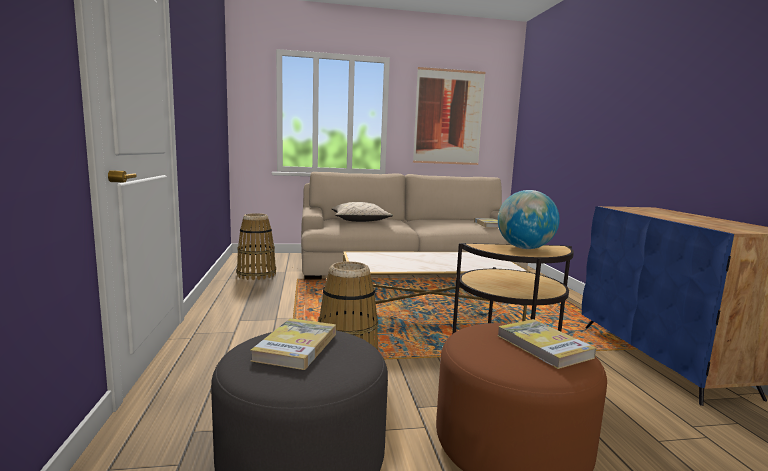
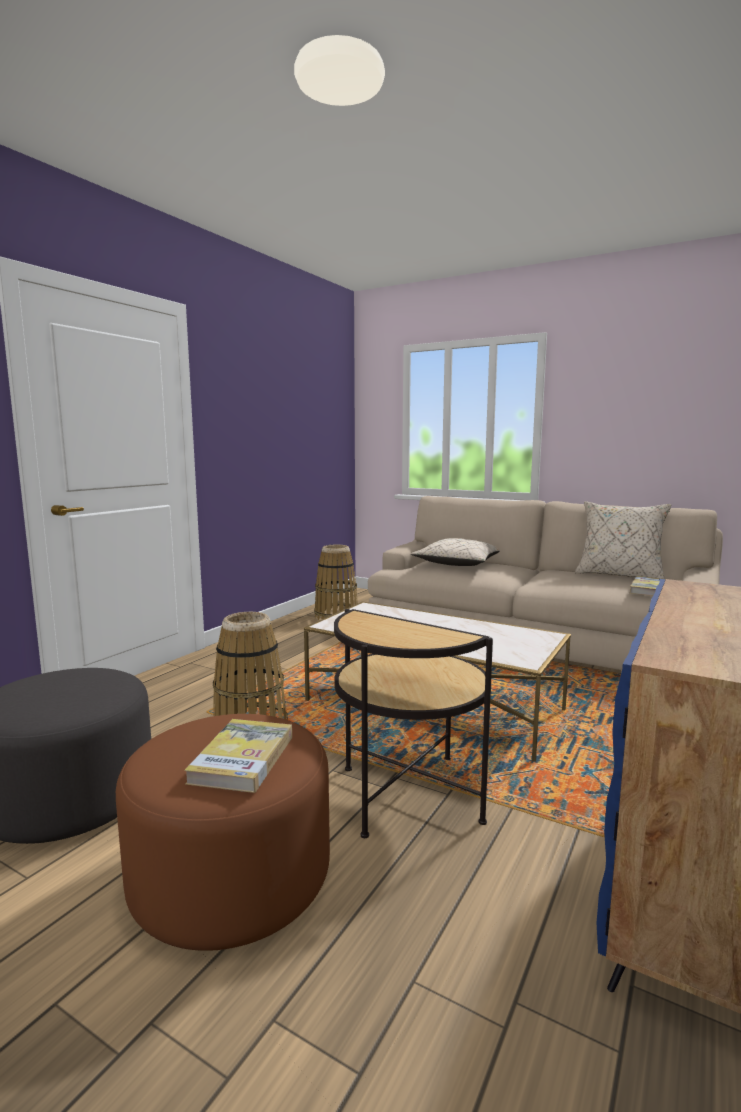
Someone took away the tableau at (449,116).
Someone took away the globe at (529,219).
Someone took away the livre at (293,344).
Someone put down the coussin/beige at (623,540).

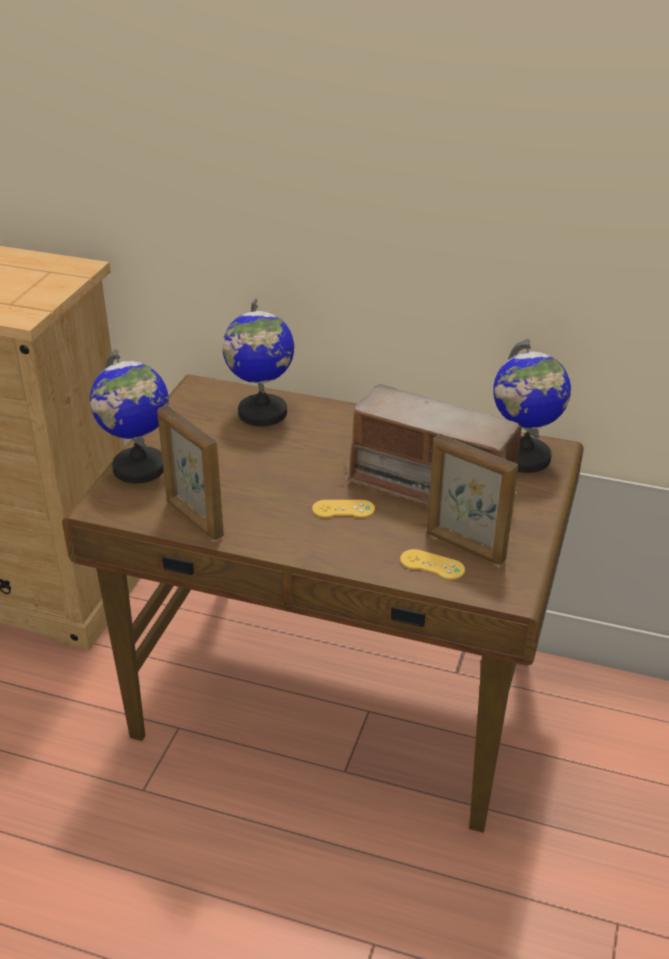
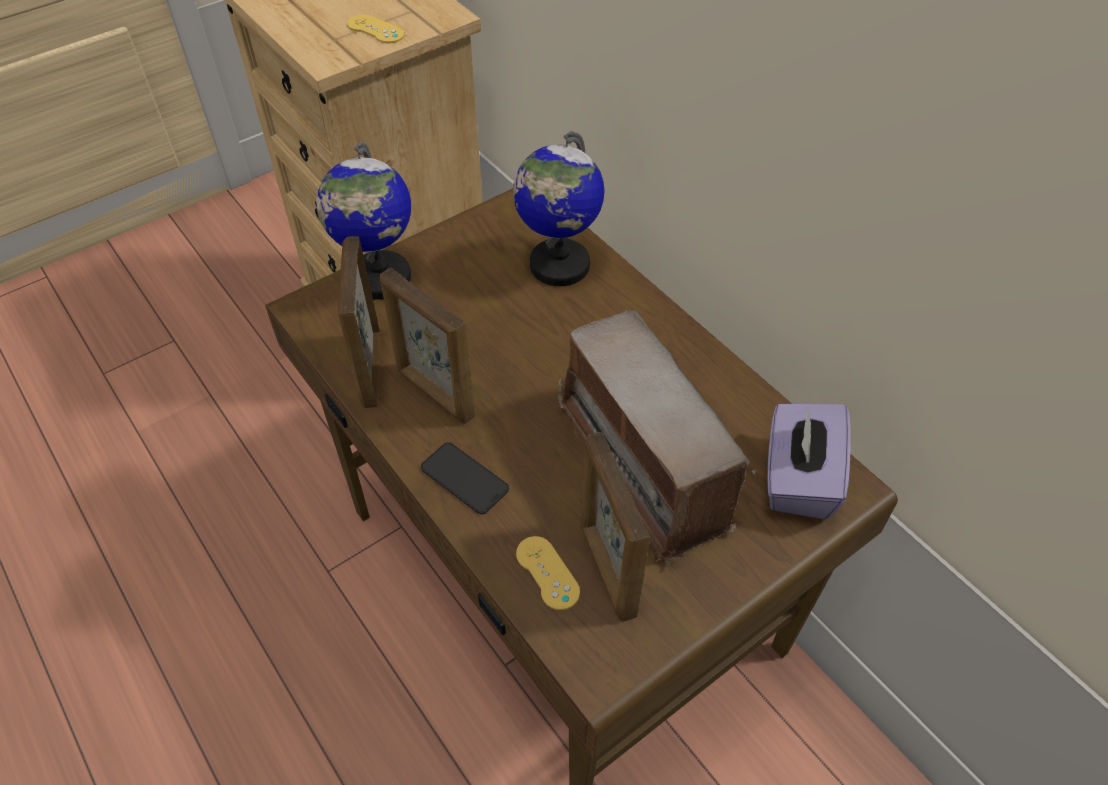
Someone swapped the globe at (532,406) for the boîte à mouchoirs/violet at (809,461).
Someone carried the manette/jaune from (343,509) to (376,28).
Someone put down the cadre photo at (427,346).
Someone put down the téléphone at (465,478).

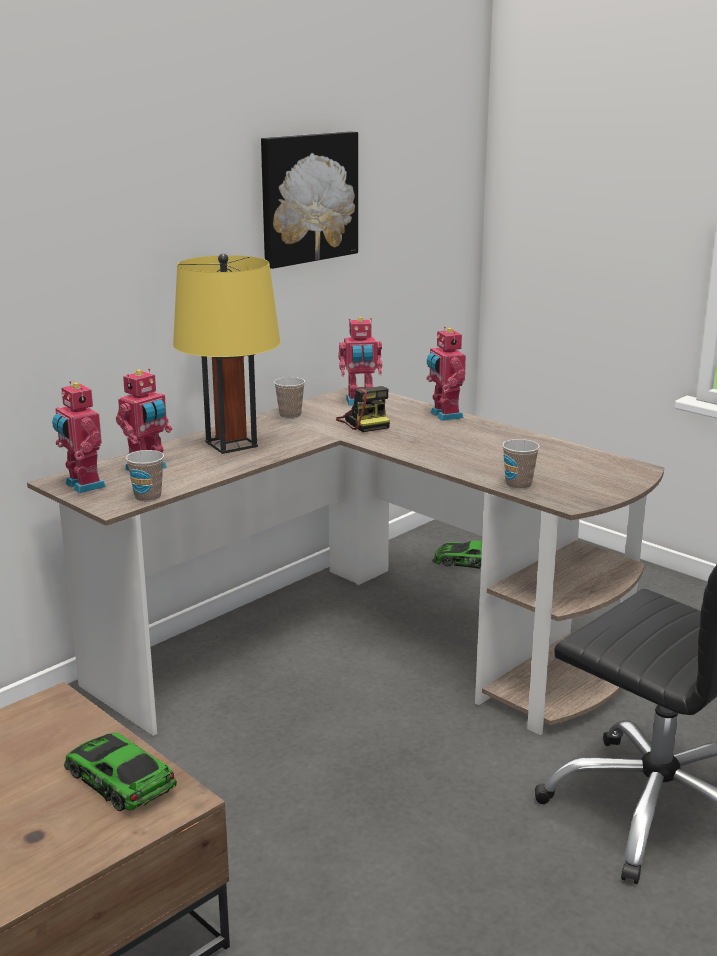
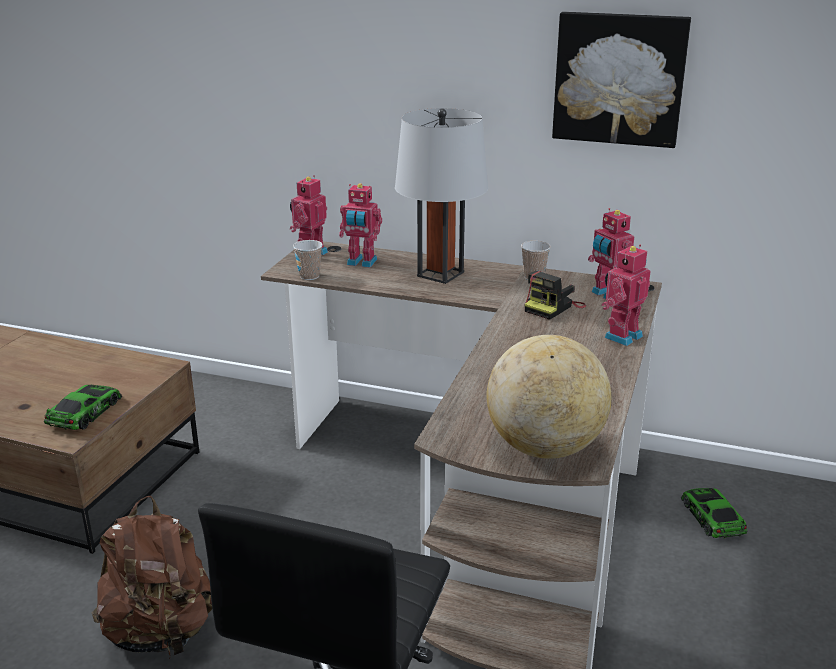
Someone repainted the lampe de table/jaune at (226,353), which became the lampe de table/gris at (441,196).
Someone took away the tasse at (521,464).
Someone put down the globe at (548,397).
Someone put down the sac à dos/marron at (152,575).

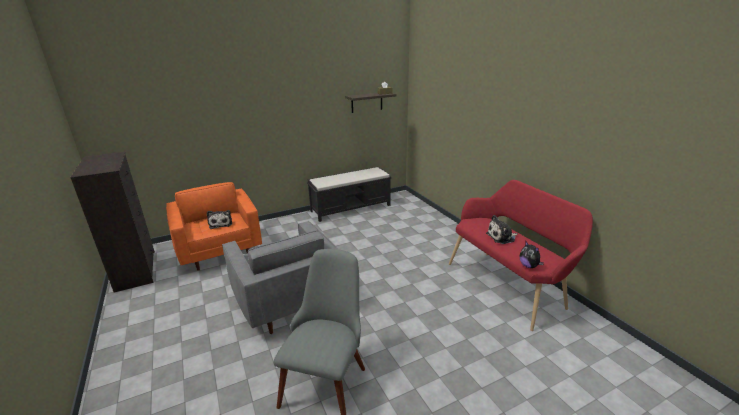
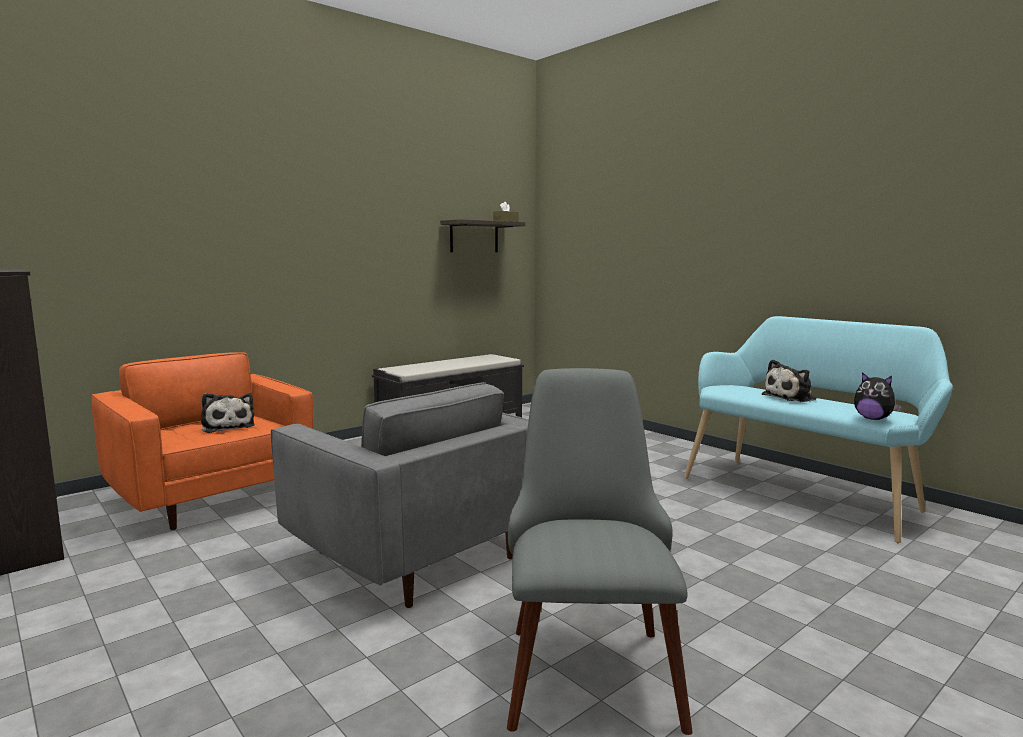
Someone repainted the banc/rouge at (521,255), which became the banc/turquoise at (818,429).

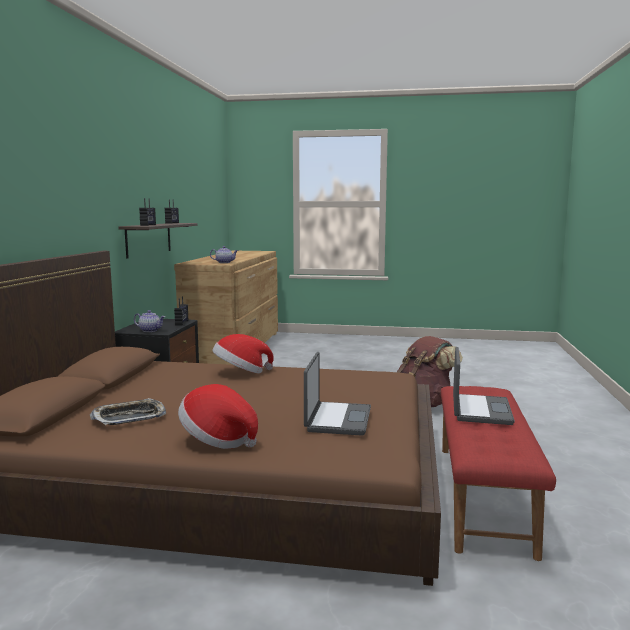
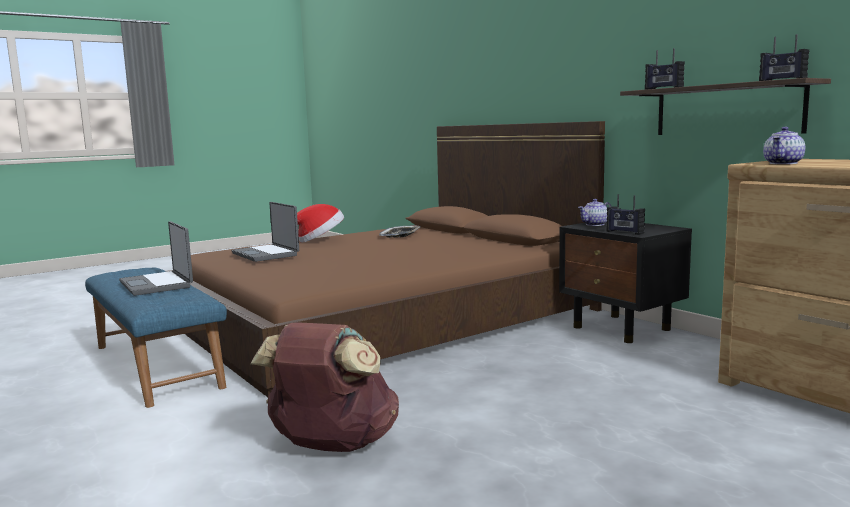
Someone took away the chapeau at (243,354).
Someone repainted the banc/rouge at (498,473), which became the banc/bleu at (156,338).

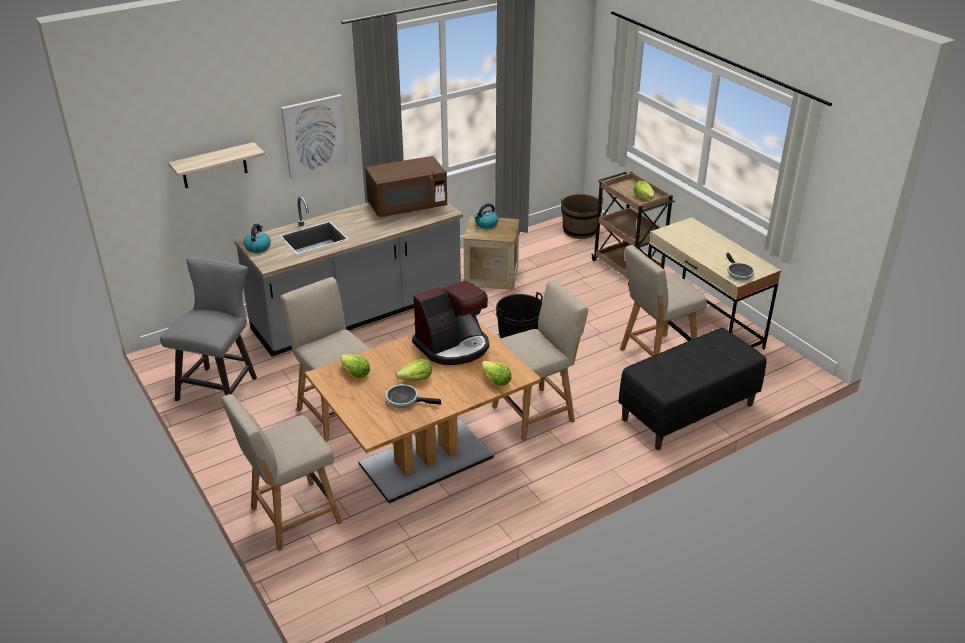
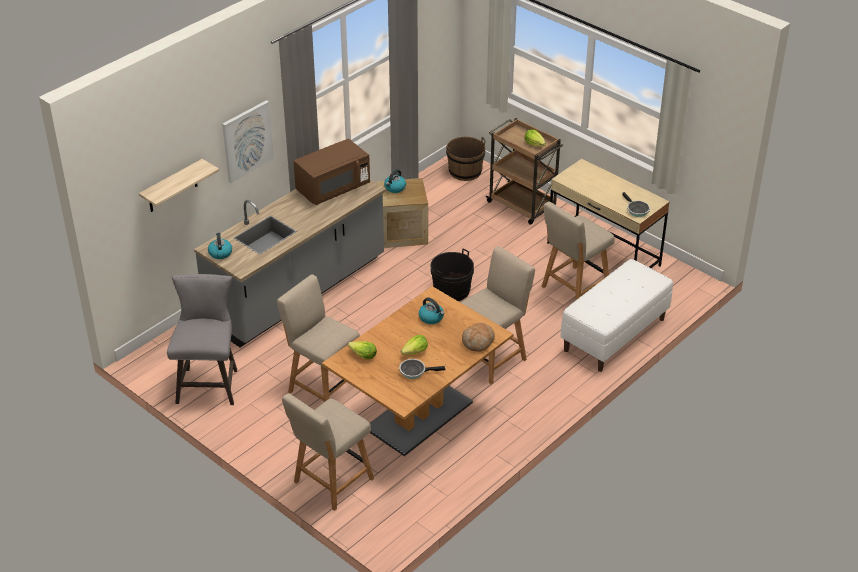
Someone swapped the machine à café at (450,323) for the bouilloire at (431,310).
Someone repainted the banc/noir at (693,389), which became the banc/blanc at (616,315).
Someone swapped the laitue at (497,373) for the pain at (478,337).

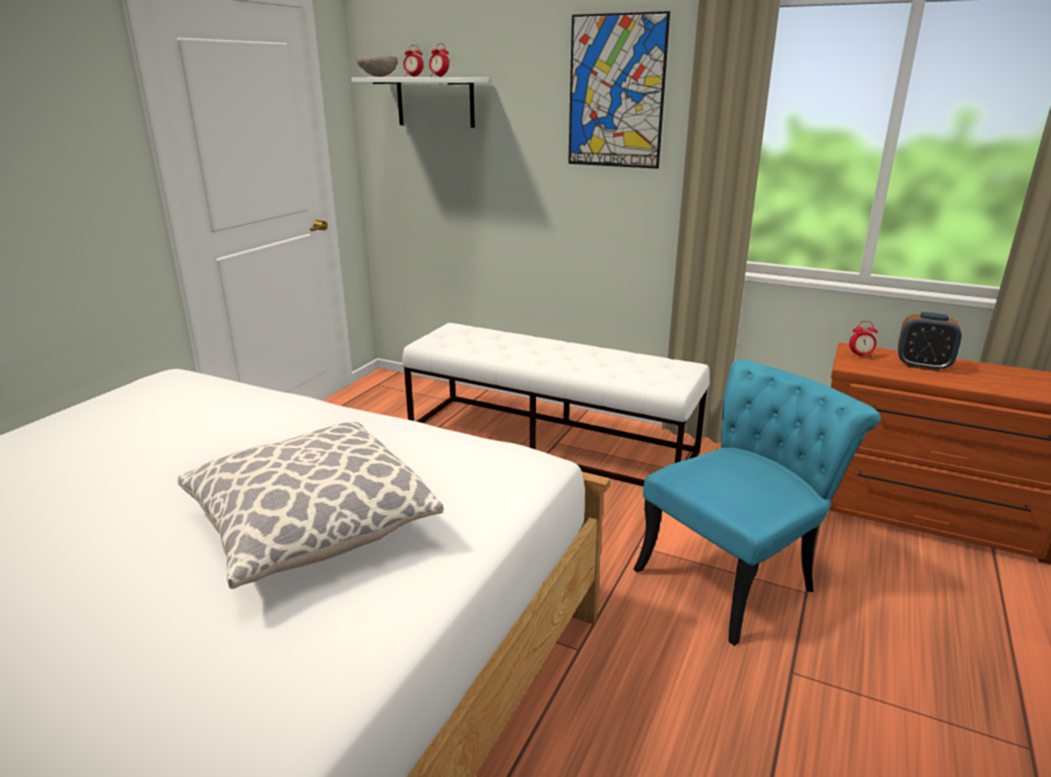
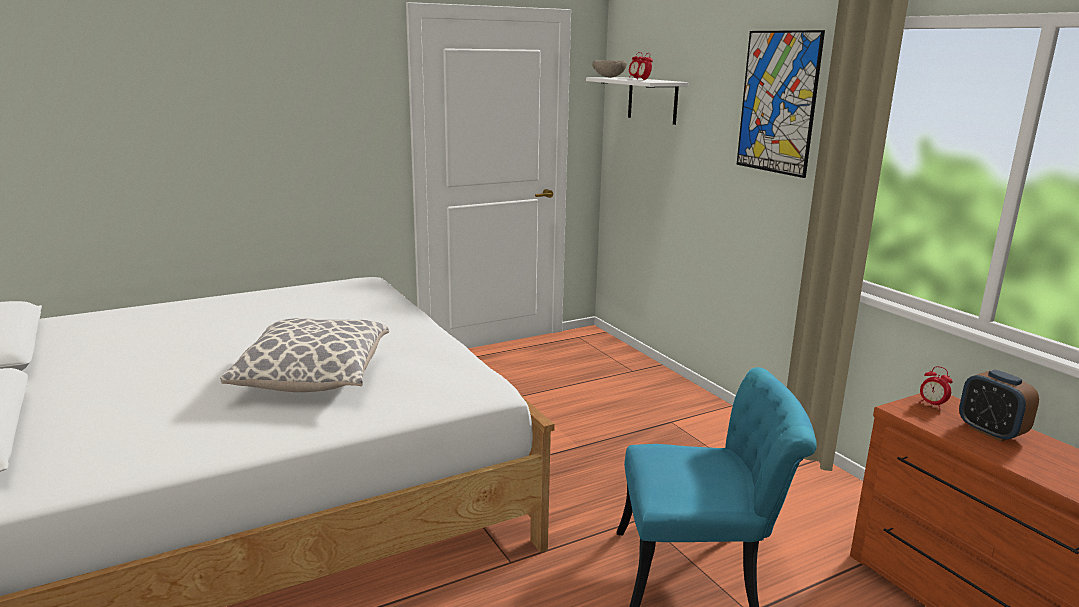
Someone took away the banc/blanc at (556,404).

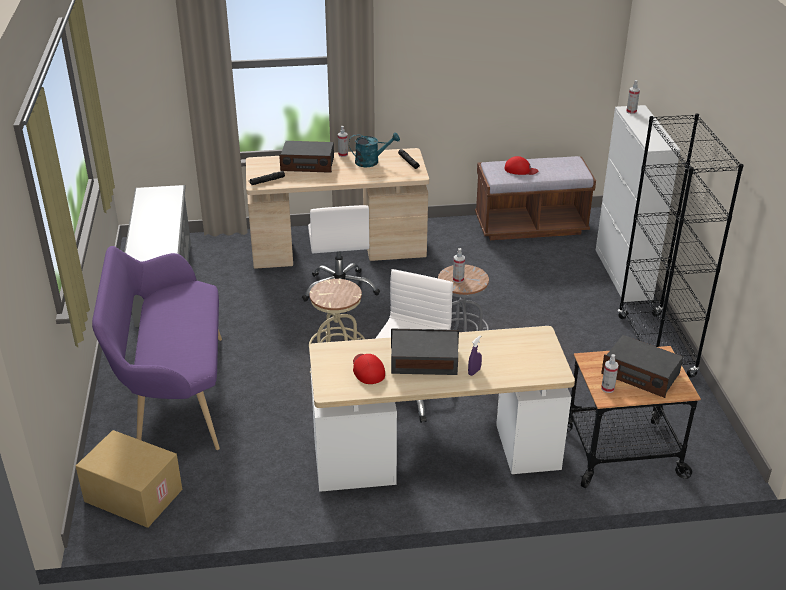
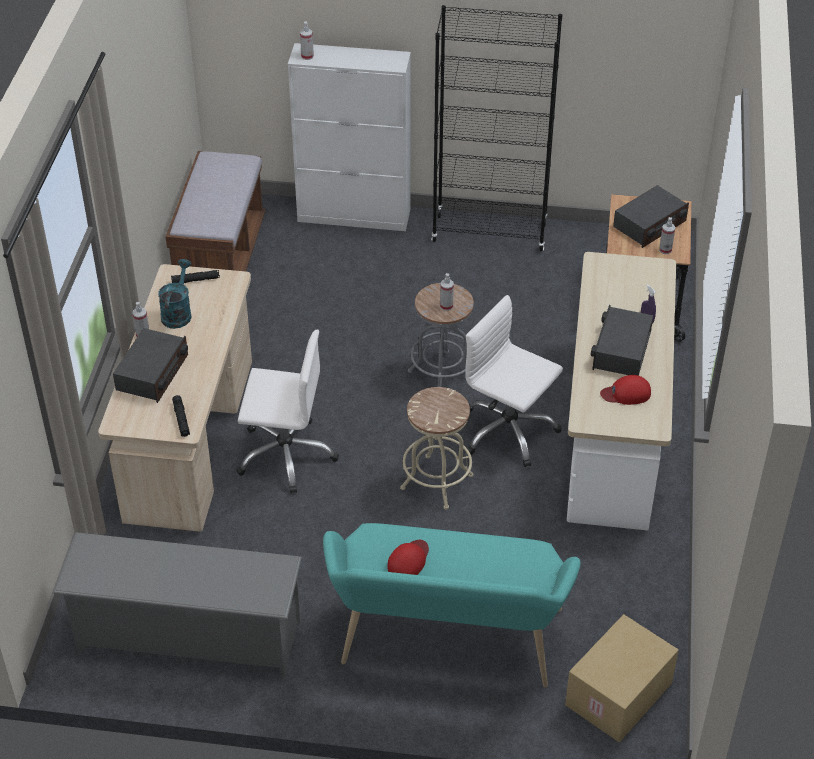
Someone carried the casquette/rouge from (521,165) to (408,557).
Someone repainted the banc/violet at (157,348), which became the banc/turquoise at (452,605).

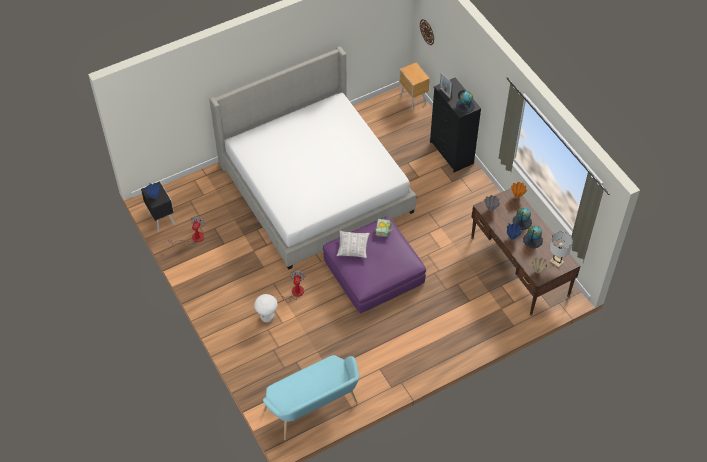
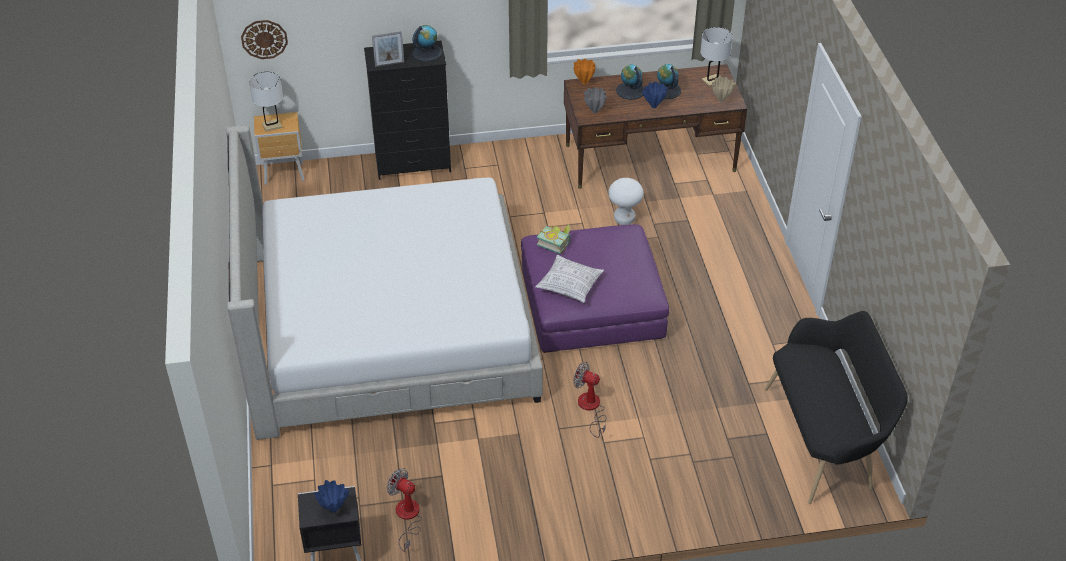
Someone carried the tabouret/blanc from (266,308) to (626,201).
Someone repainted the banc/turquoise at (311,397), which became the banc/noir at (836,407).
Someone put down the lampe de table/blanc at (266,102).

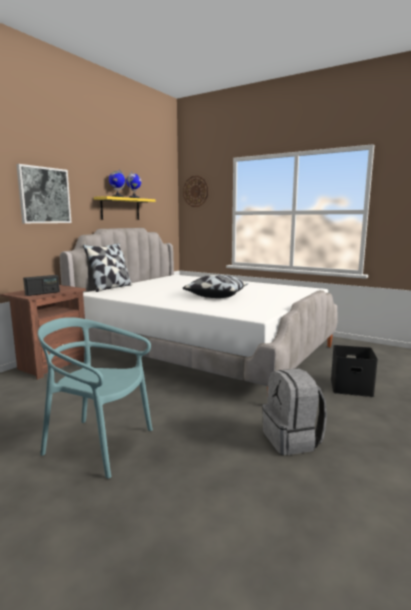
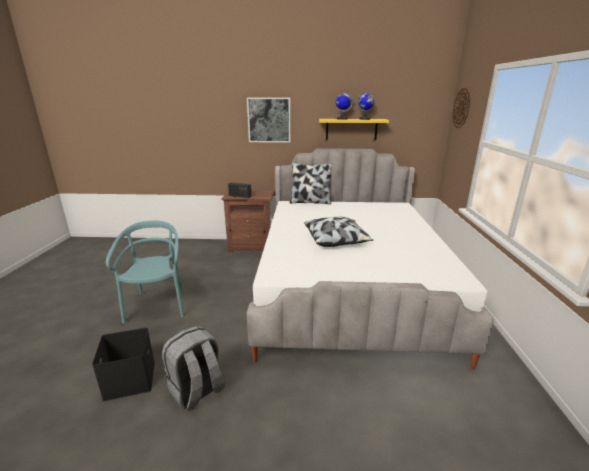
Someone carried the boîte de rangement/noir from (354,371) to (123,364).

